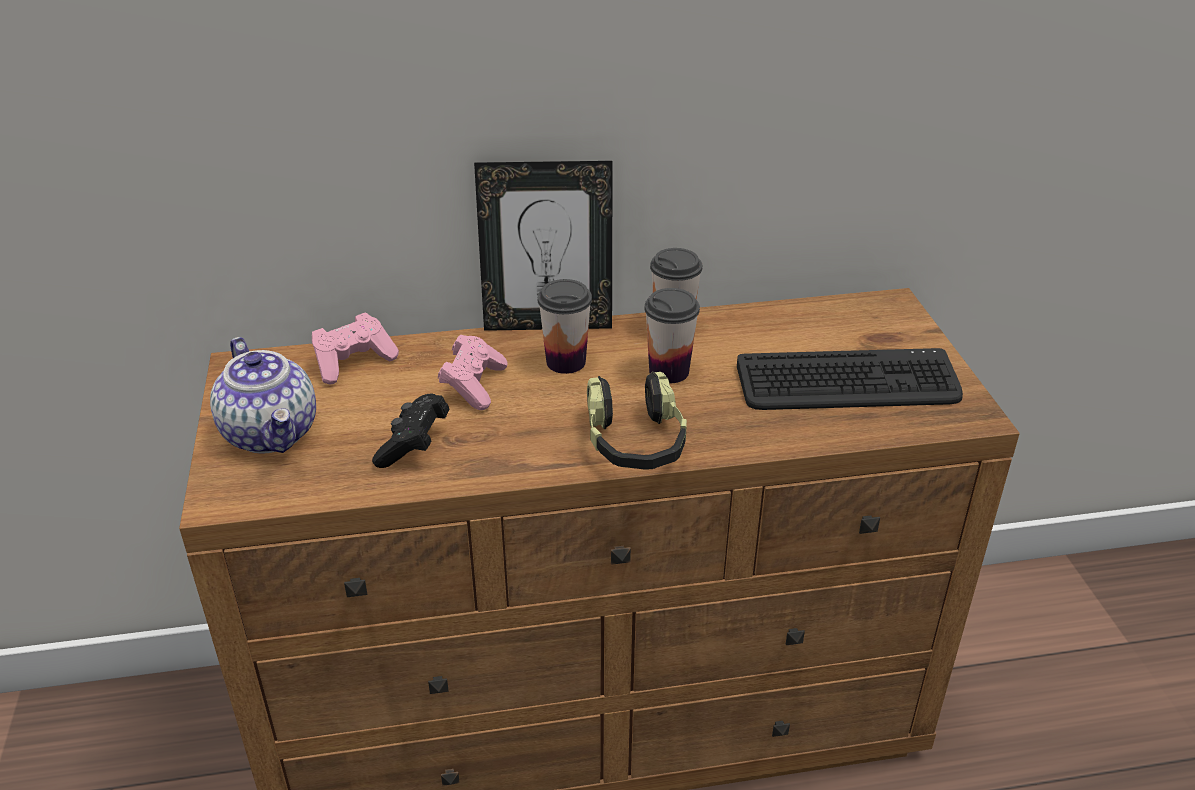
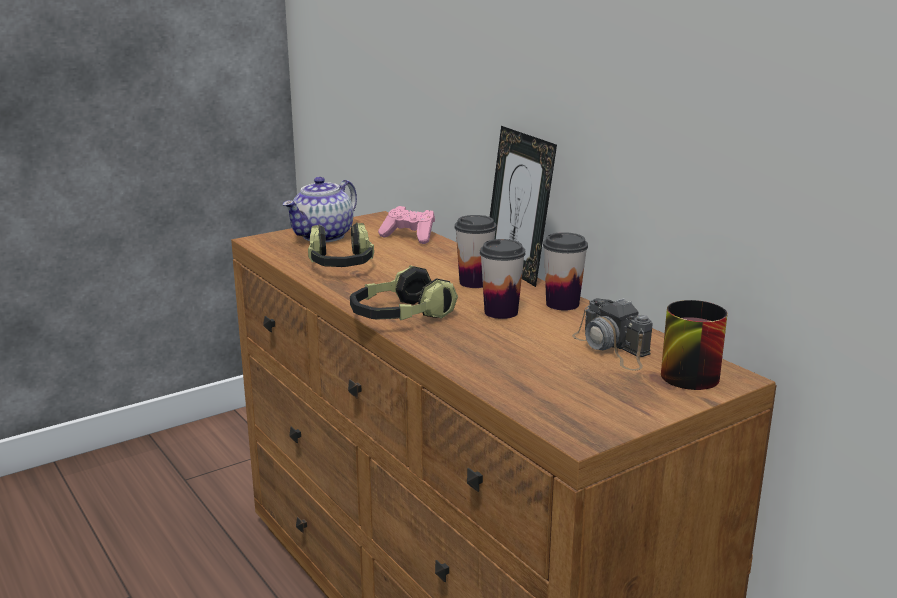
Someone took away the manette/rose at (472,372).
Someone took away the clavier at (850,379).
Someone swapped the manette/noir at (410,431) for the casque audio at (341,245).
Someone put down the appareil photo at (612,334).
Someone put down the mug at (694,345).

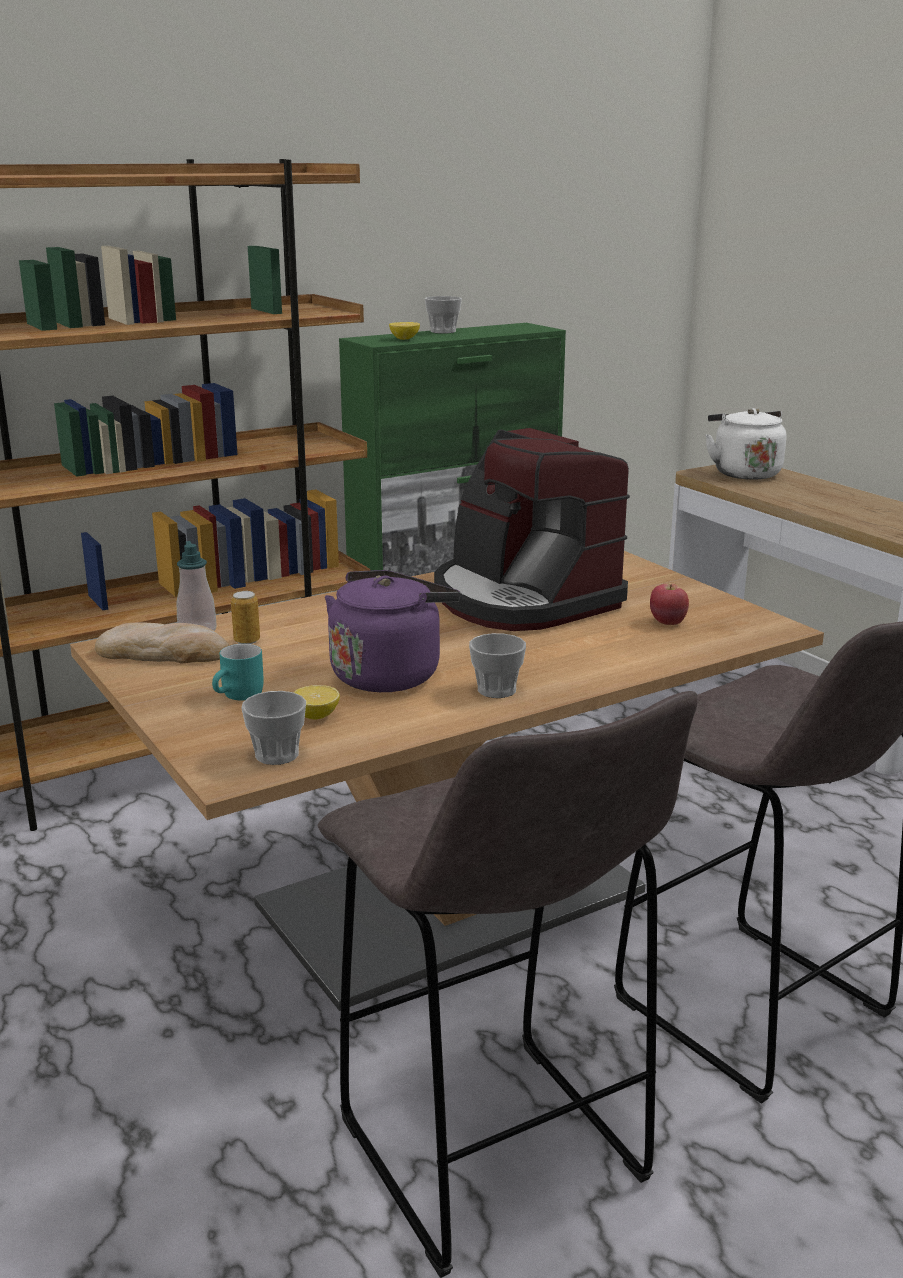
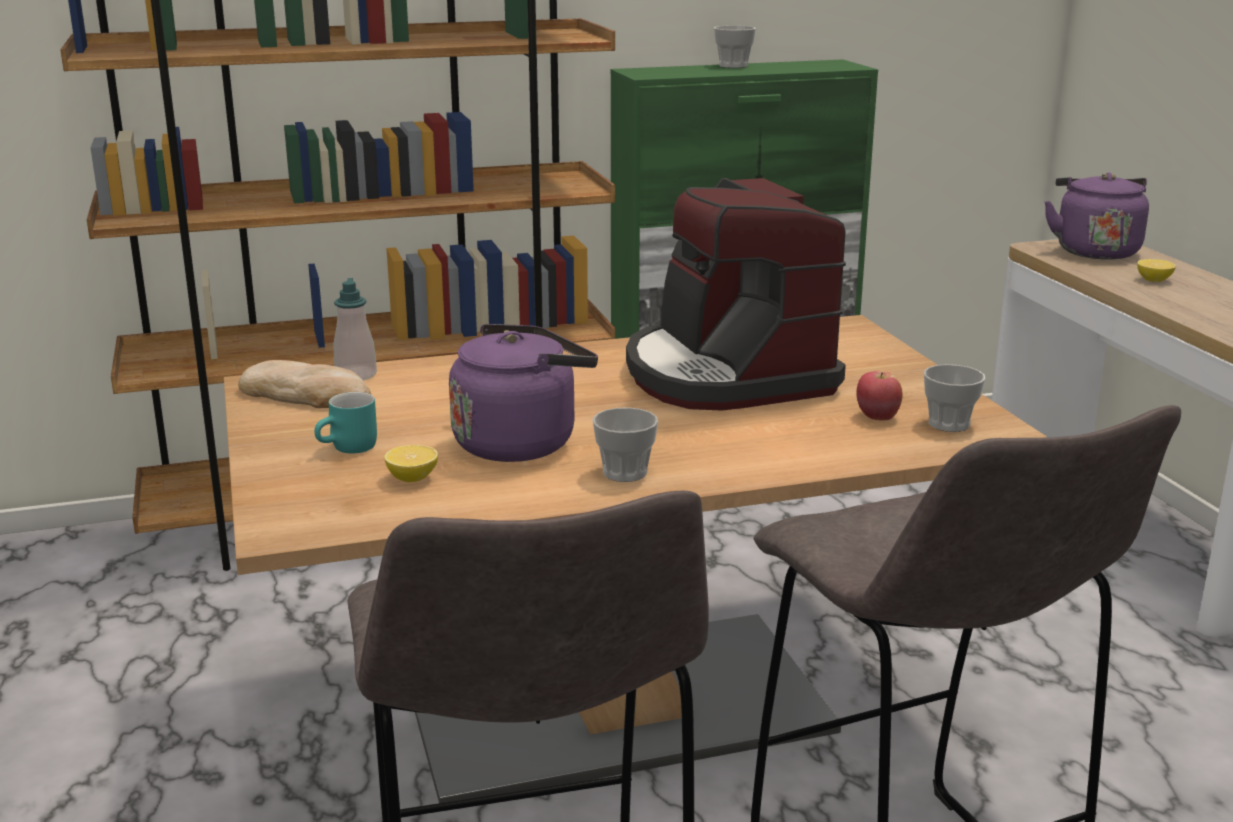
Someone carried the citron from (404,331) to (1156,270).
Someone repainted the bouilloire/blanc at (745,444), which became the bouilloire/violet at (1096,216).
Someone took away the boîte métallique at (245,617).
Someone carried the tasse from (273,728) to (954,398).

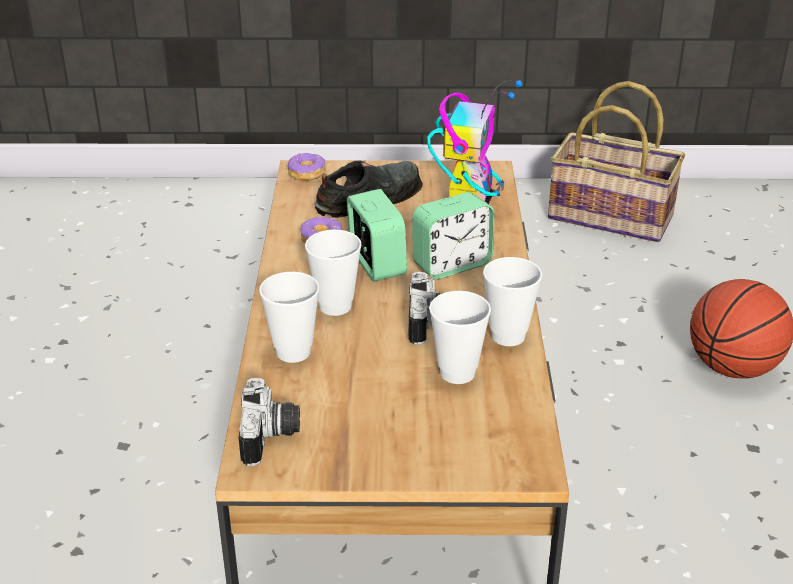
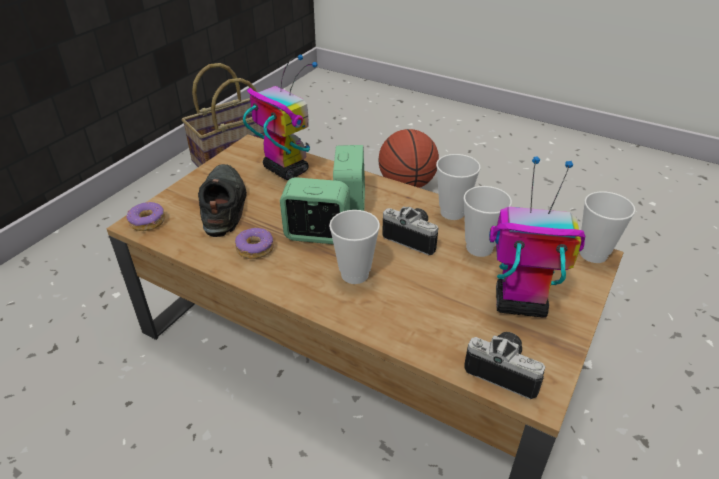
Someone carried the tasse from (289,317) to (608,227).
Someone put down the robot jouet at (537,237).

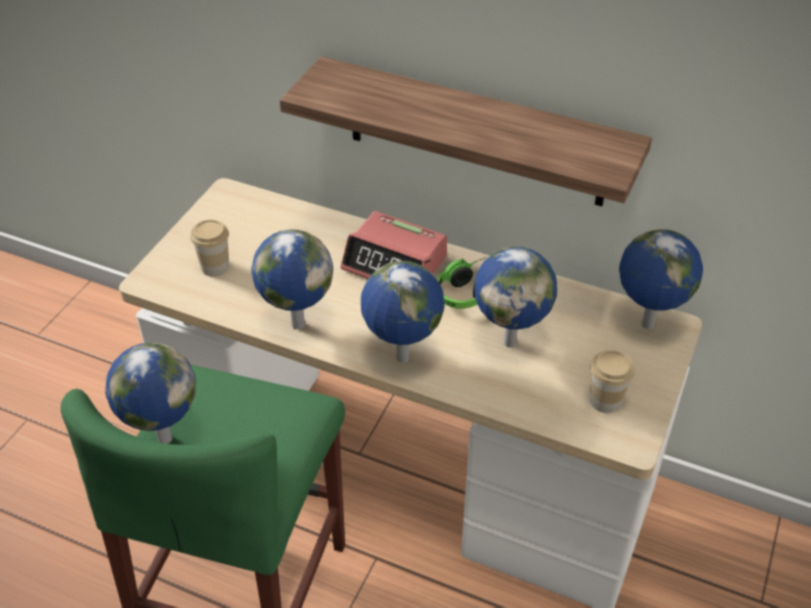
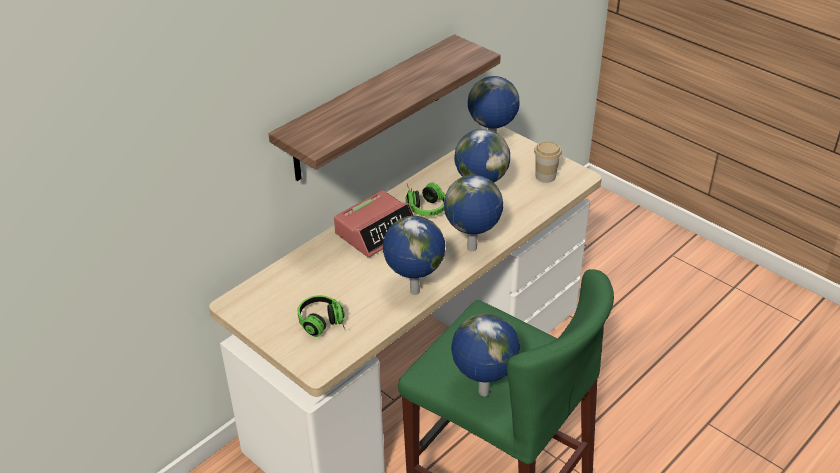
Someone swapped the tasse at (209,248) for the casque audio at (321,316).

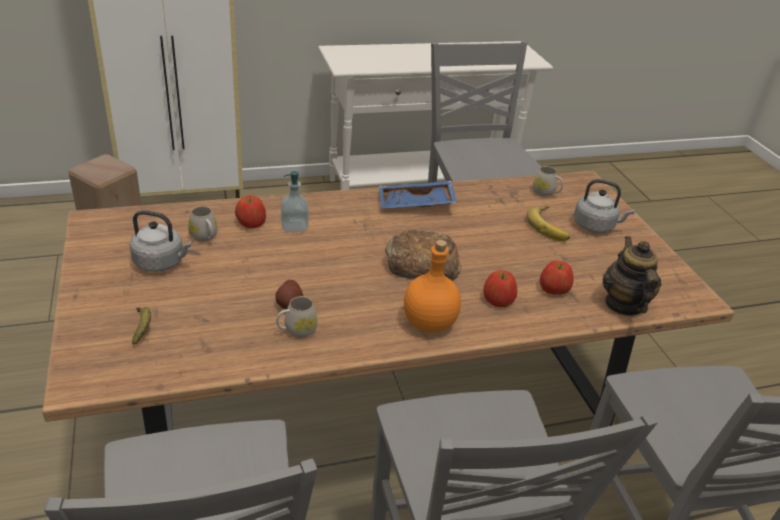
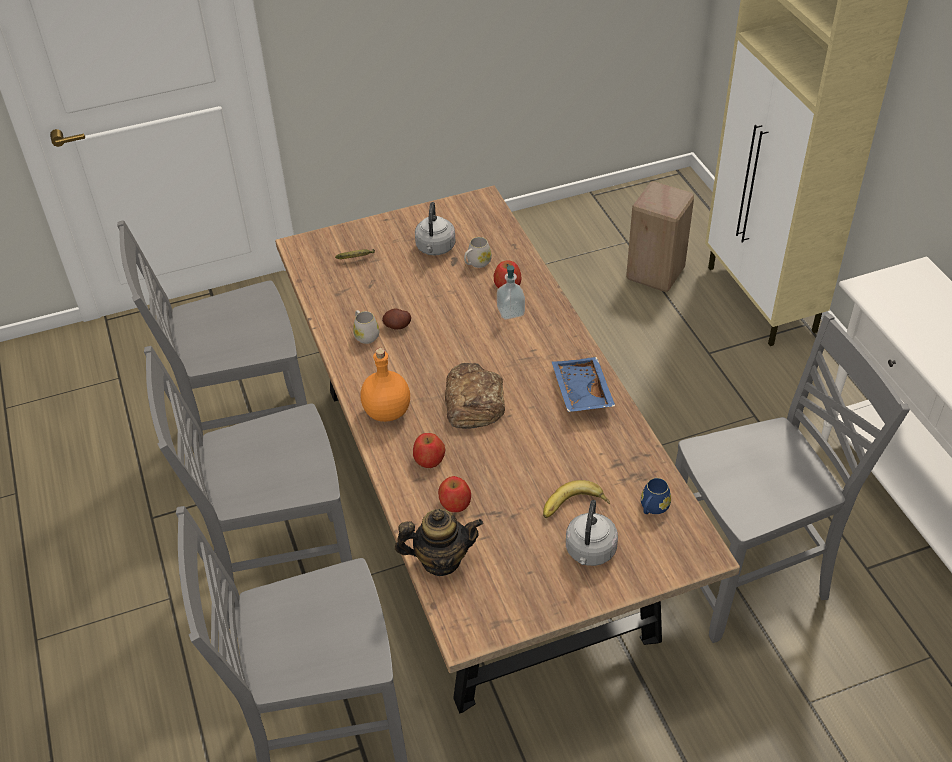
Someone repainted the mug/blanc at (548,181), which became the mug/bleu at (656,496).

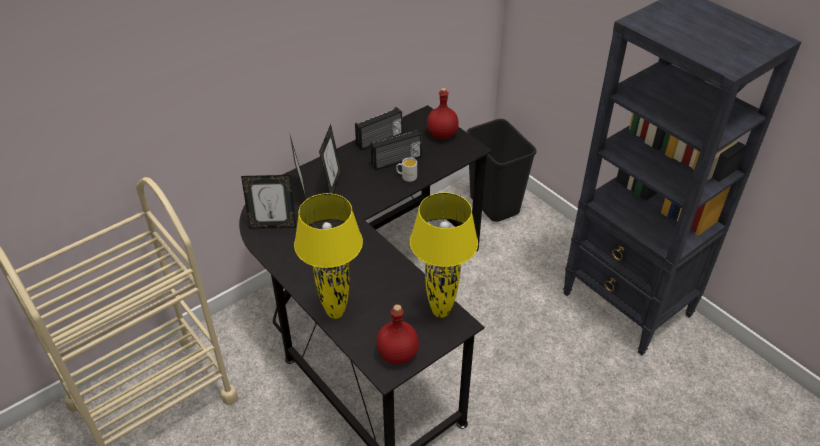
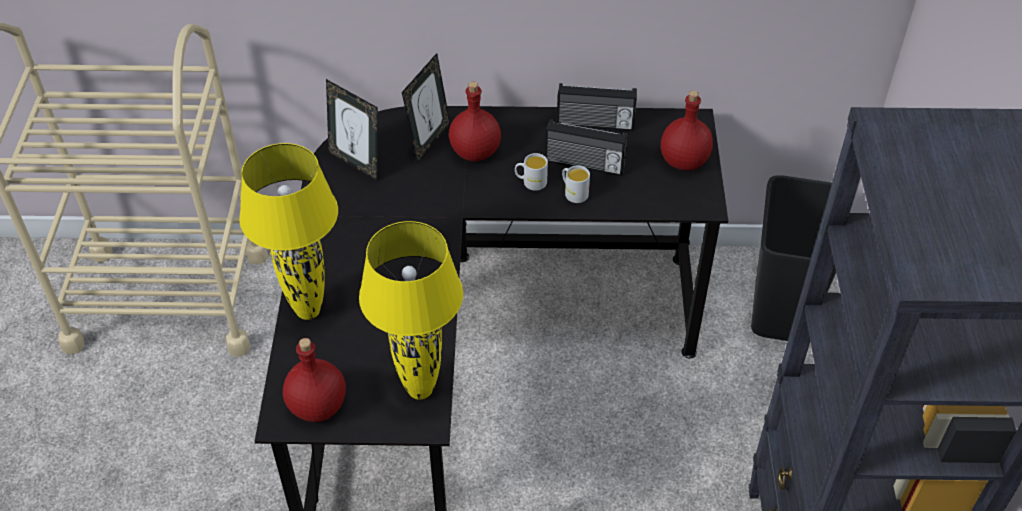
Someone swapped the cadre photo at (330,159) for the bouteille/rouge at (475,122).
Someone put down the mug/blanc at (531,172).

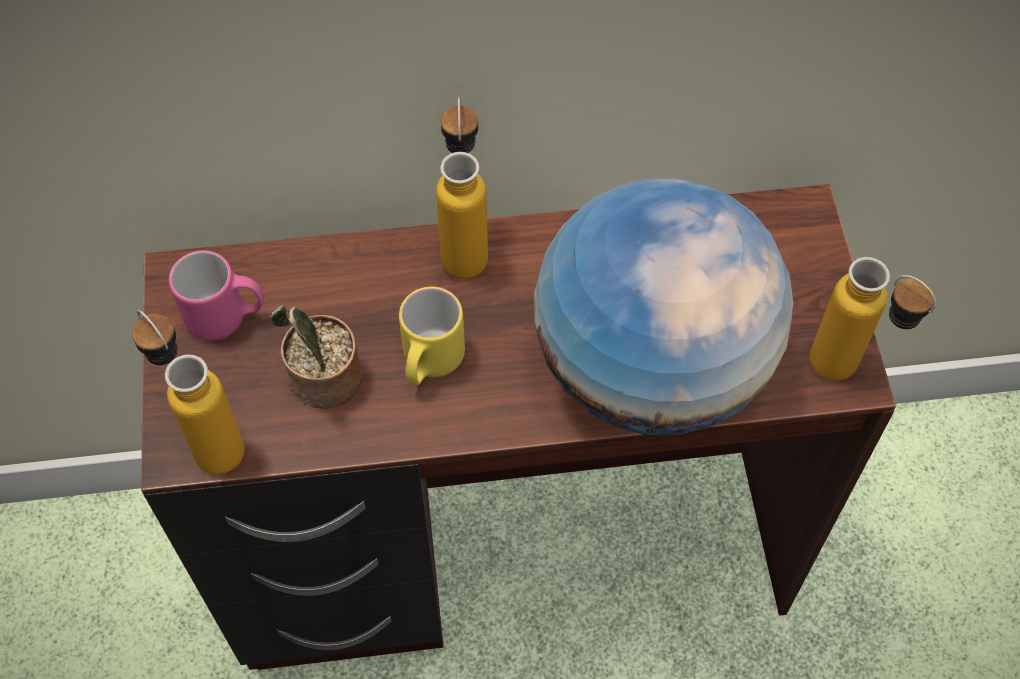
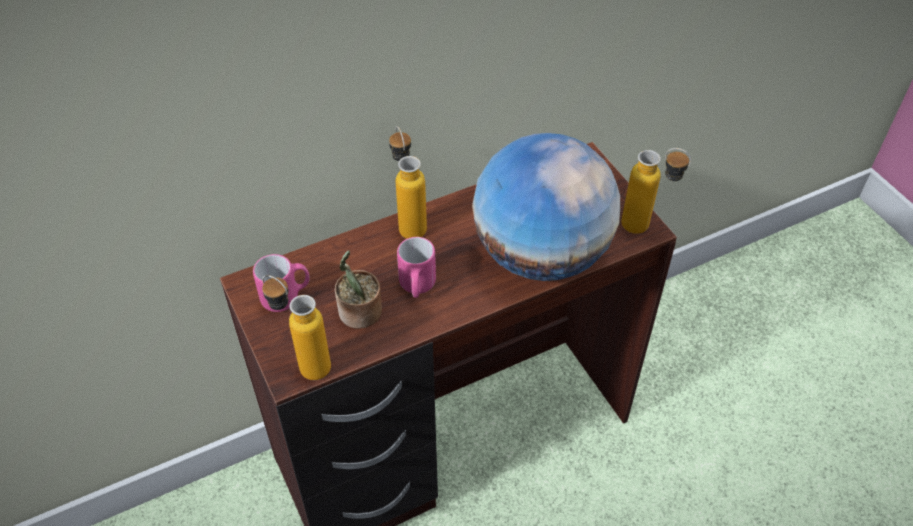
Someone repainted the mug/jaune at (432,336), which became the mug/rose at (416,267).

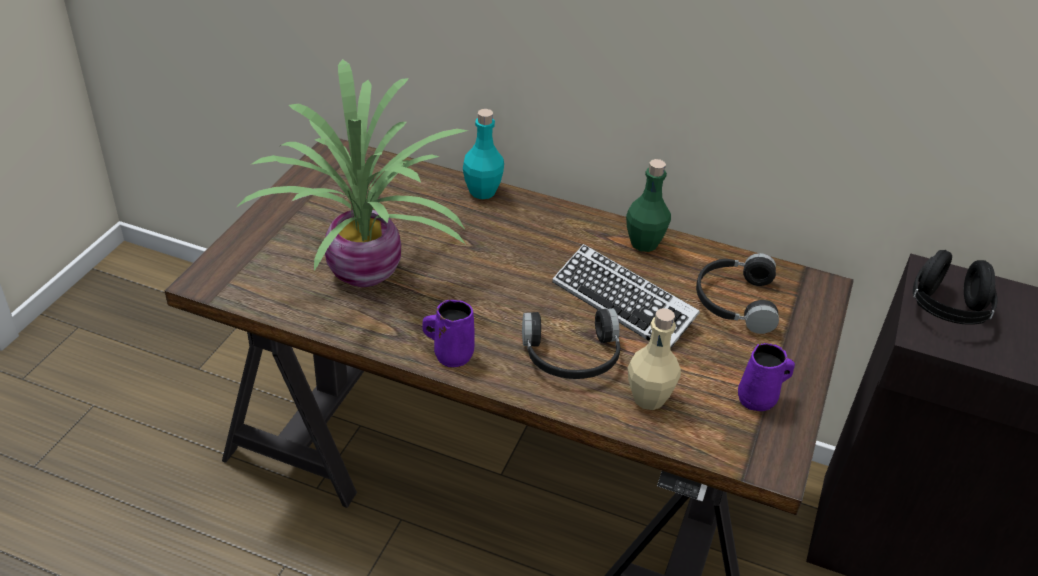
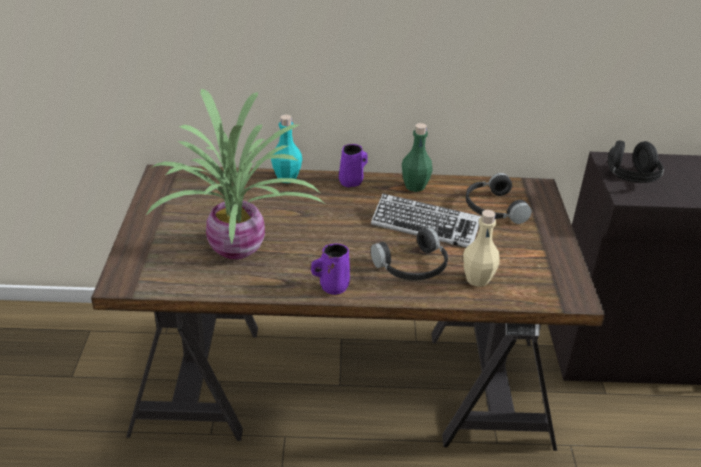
Someone carried the mug/violet from (766,377) to (353,165).

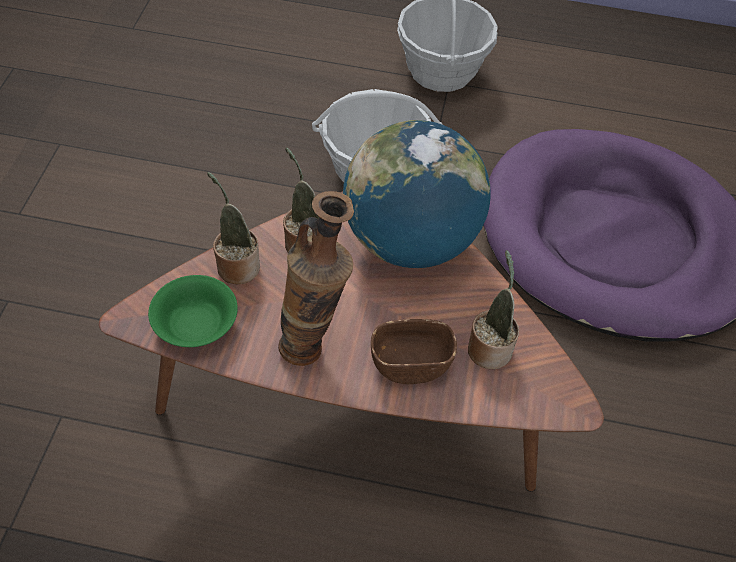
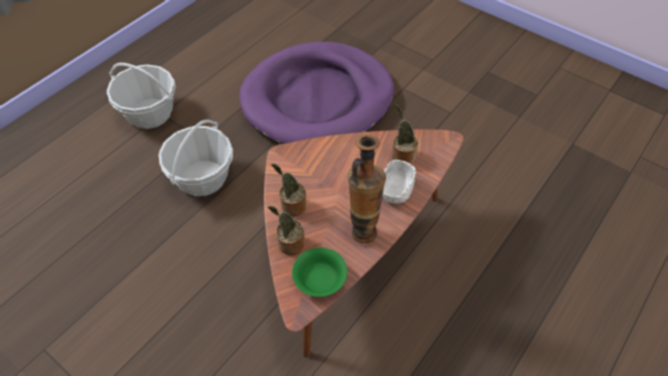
Someone took away the globe at (417,194).
Someone repainted the bol/marron at (414,351), which became the bol/blanc at (399,182).

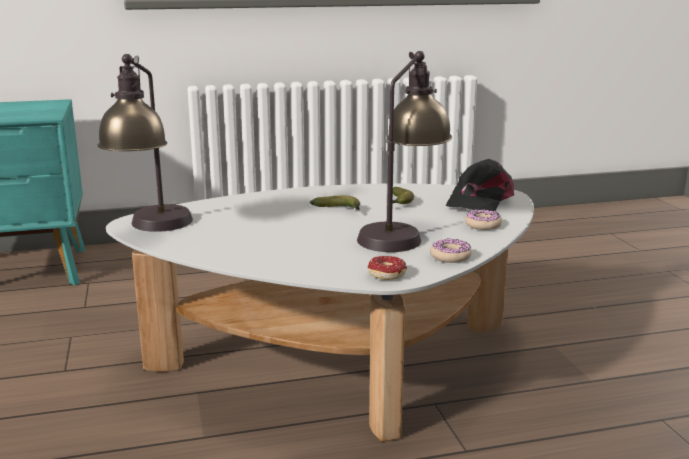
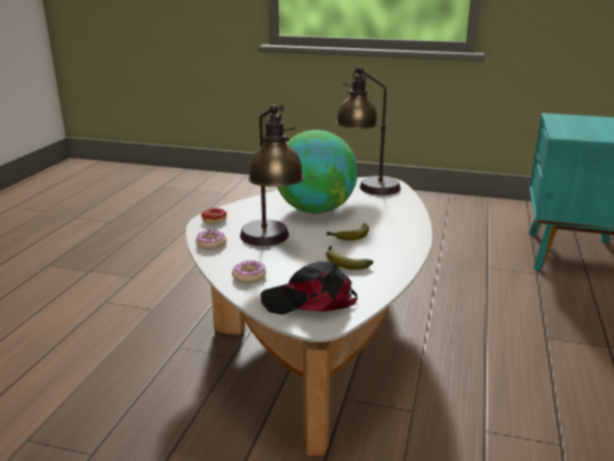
Someone rotated the casquette/noir at (480,185) by 60 degrees counterclockwise.
Someone put down the globe at (317,172).

